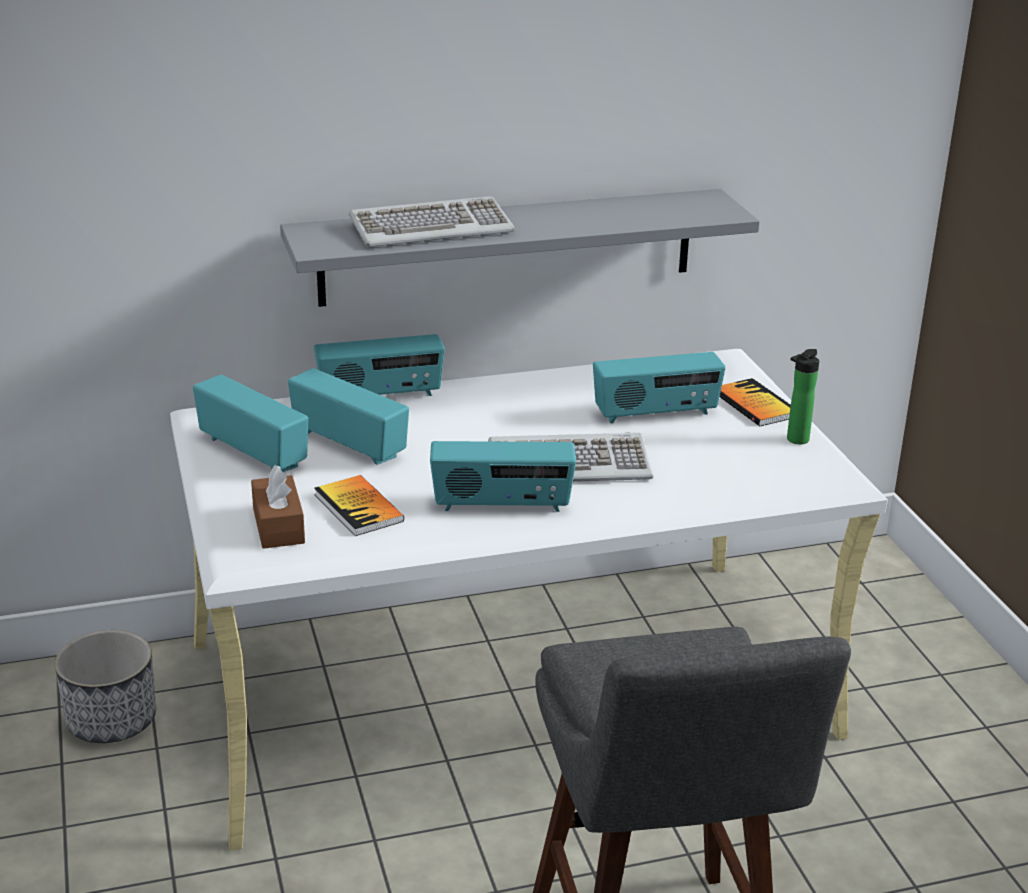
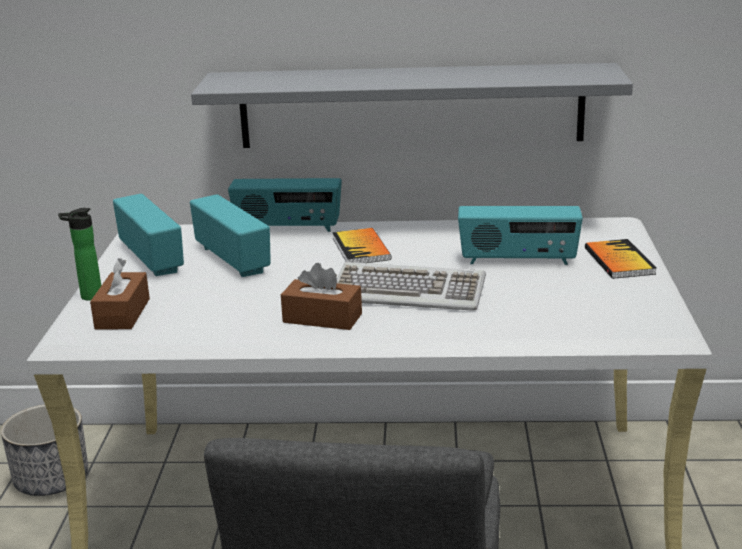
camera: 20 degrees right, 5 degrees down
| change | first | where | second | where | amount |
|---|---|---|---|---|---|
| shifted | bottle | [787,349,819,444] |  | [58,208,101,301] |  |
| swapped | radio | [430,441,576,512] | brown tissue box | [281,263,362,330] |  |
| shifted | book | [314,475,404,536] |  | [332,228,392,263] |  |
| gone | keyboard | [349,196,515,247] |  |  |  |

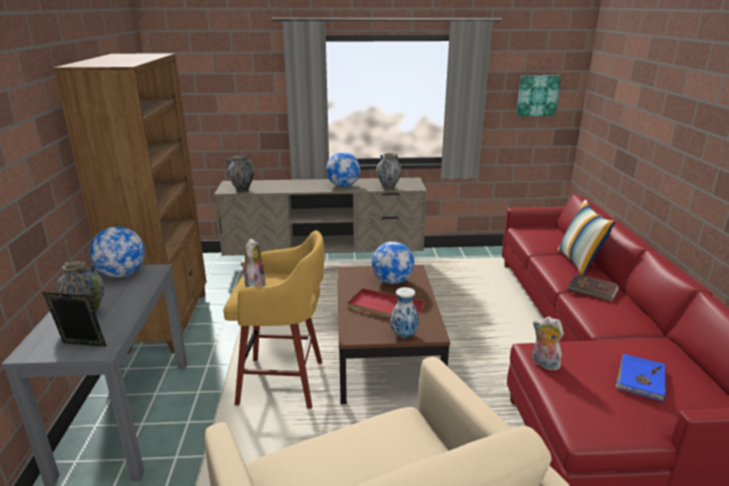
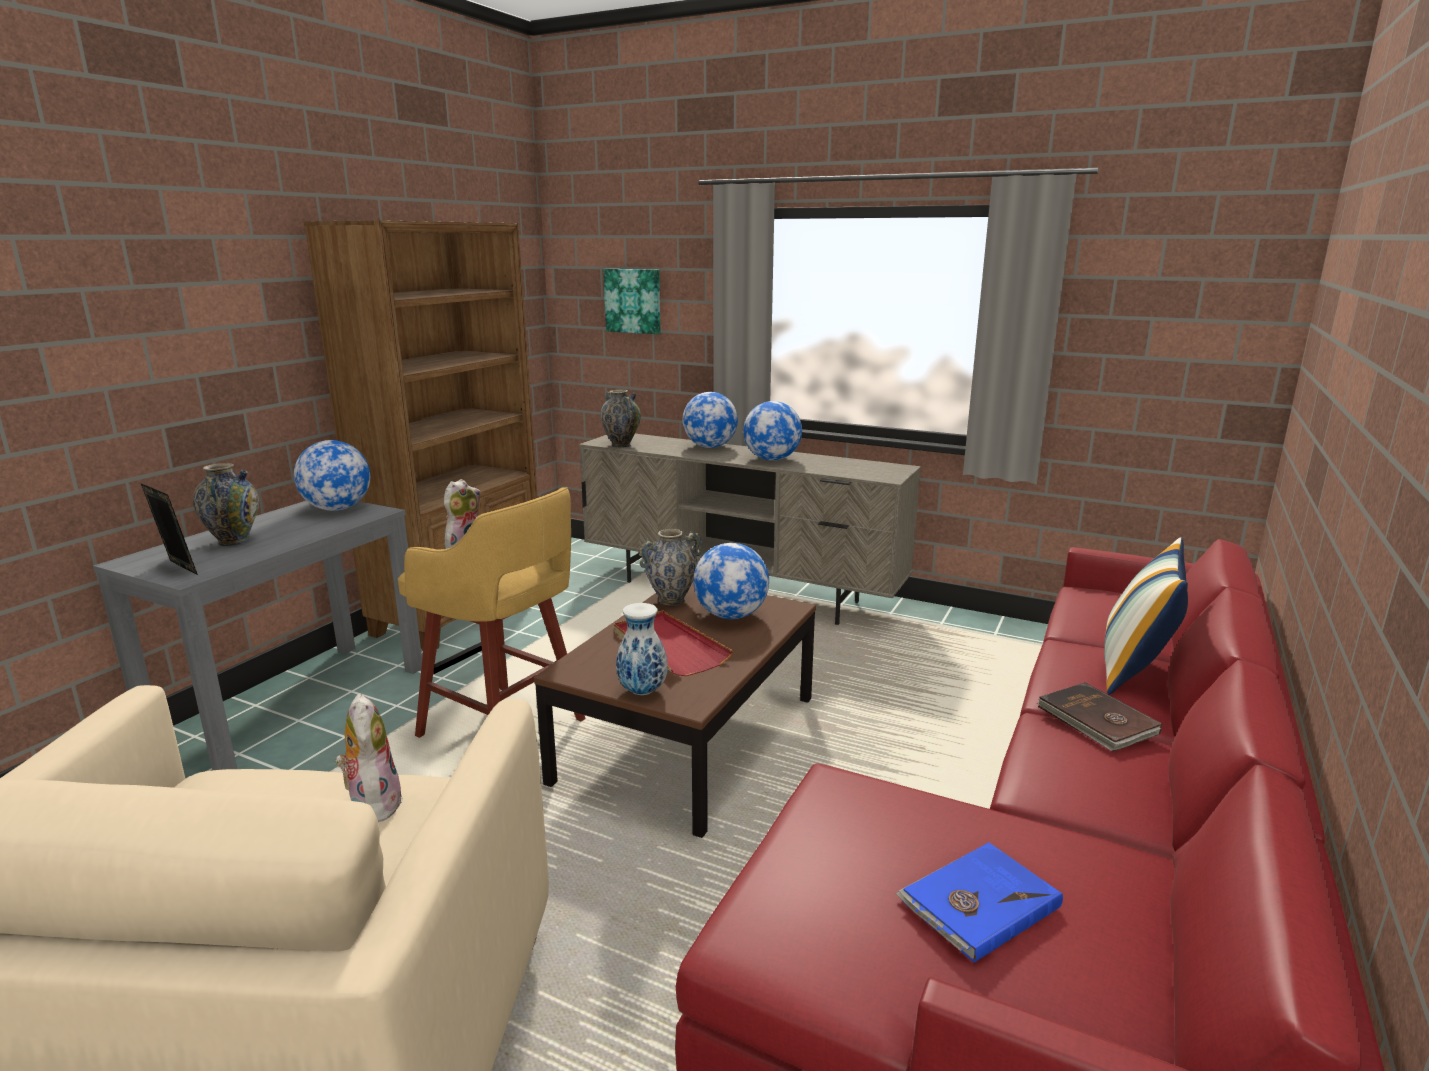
camera: 30 degrees right, 5 degrees down
| change | first | where | second | where | amount |
|---|---|---|---|---|---|
| shifted | plush toy | [533,317,564,371] |  | [335,693,403,822] |  |
| shifted | picture | [516,76,561,116] |  | [603,269,661,334] |  |
| shifted | vase | [376,153,402,190] |  | [639,529,703,606] |  |
| new |  |  | globe | [682,392,738,448] |  |

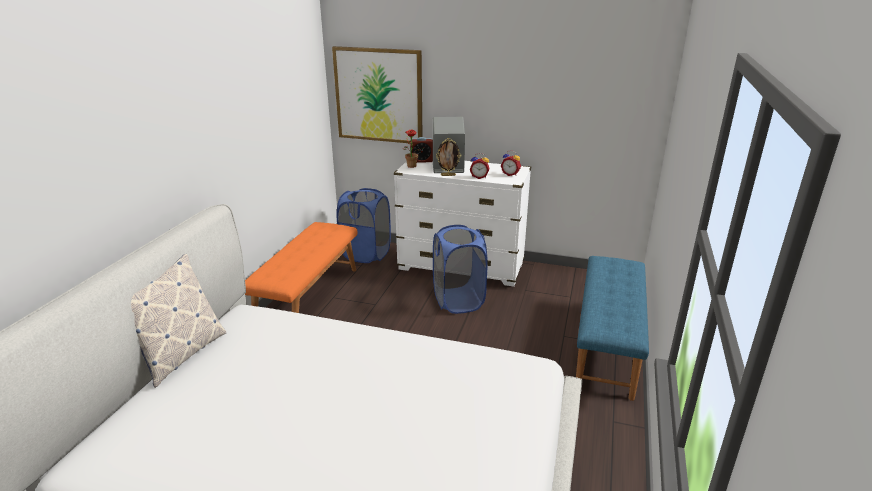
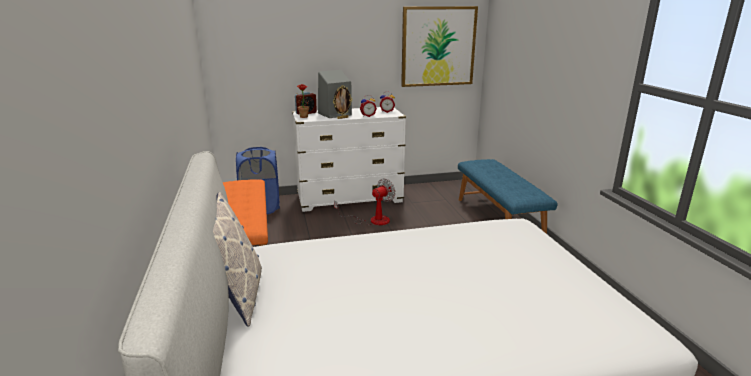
camera: 30 degrees left, 5 degrees down
| change | first | where | second | where | amount |
|---|---|---|---|---|---|
| swapped | blue laundry basket | [433,225,488,314] | fan | [334,179,395,225] |  |
| shifted | picture | [332,46,422,143] |  | [401,6,478,87] |  |

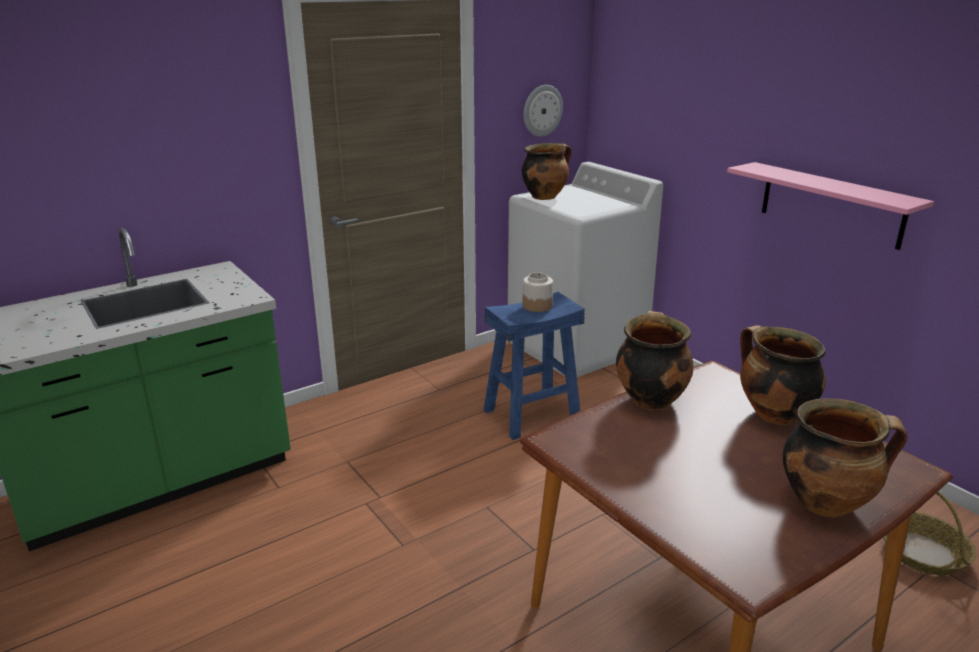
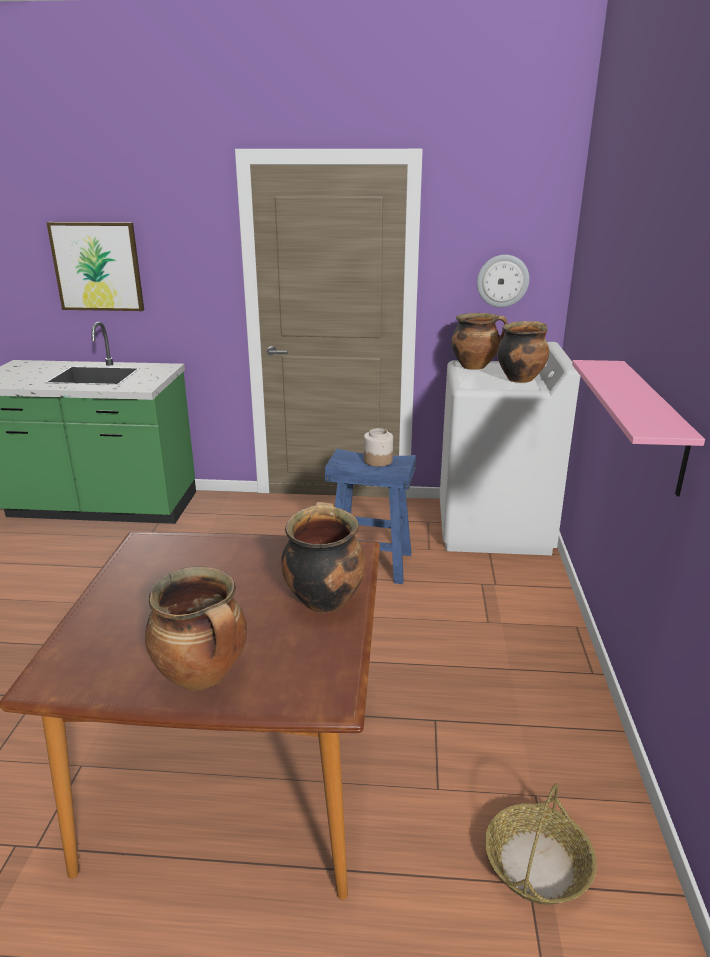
camera: 40 degrees right, 0 degrees up
| change | first | where | second | where | amount |
|---|---|---|---|---|---|
| new |  |  | picture | [46,222,144,311] |  |
| shifted | cooking pot | [616,311,693,410] |  | [497,321,549,383] |  |

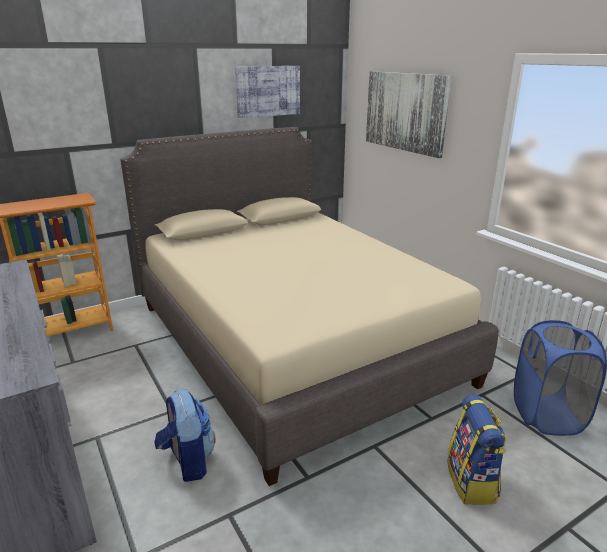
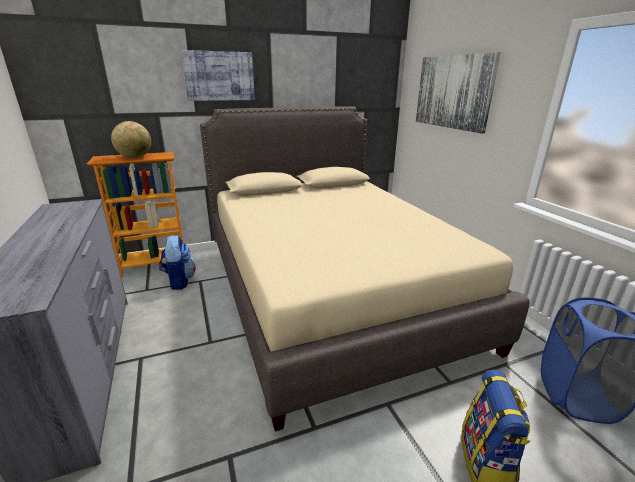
camera: 10 degrees right, 0 degrees up
| change | first | where | second | where | amount |
|---|---|---|---|---|---|
| new |  |  | globe | [111,121,151,158] |  |
| shifted | backpack | [154,389,216,482] |  | [159,235,196,290] |  |
| shifted | picture | [235,66,300,118] |  | [181,50,255,101] |  |

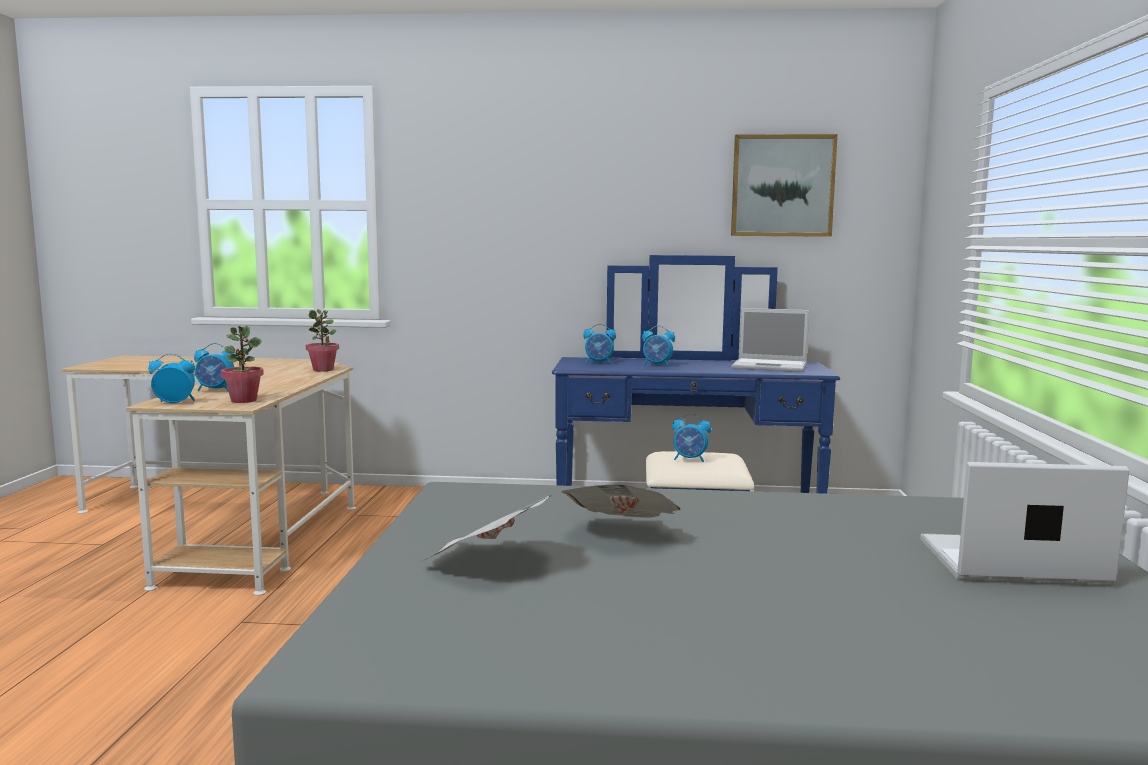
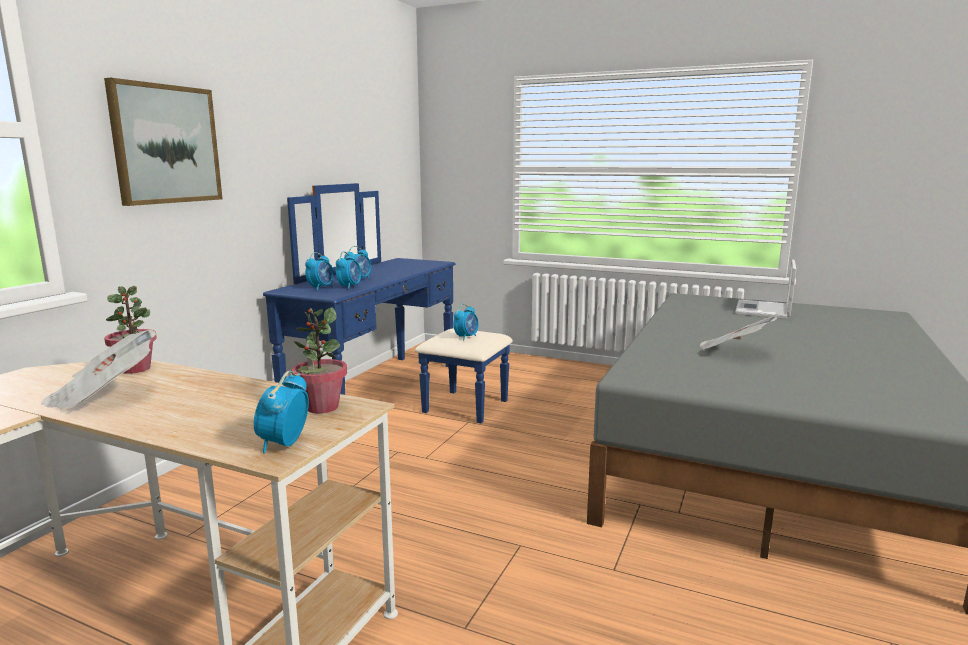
camera: 70 degrees left, 5 degrees up
| change | first | where | second | where | amount |
|---|---|---|---|---|---|
| shifted | newspaper | [420,495,552,562] |  | [41,330,157,410] |  |
| shifted | picture | [731,134,838,237] |  | [104,78,223,206] |  |
| shifted | alarm clock | [194,343,234,392] |  | [336,251,361,290] |  |
| gone | laptop | [731,308,809,372] |  |  |  |

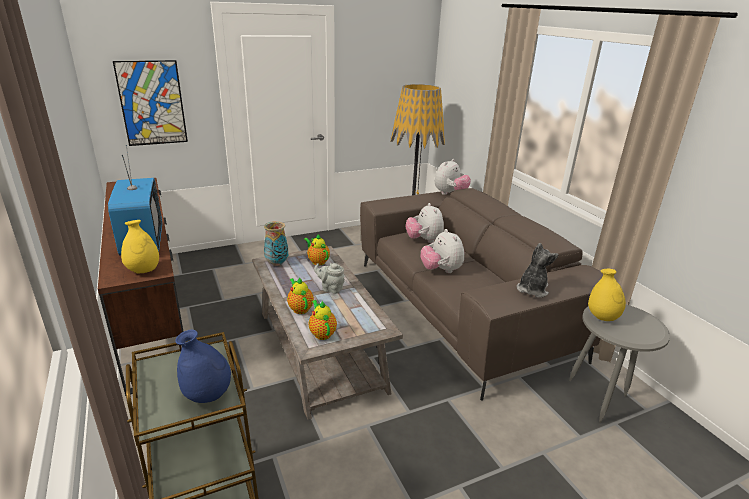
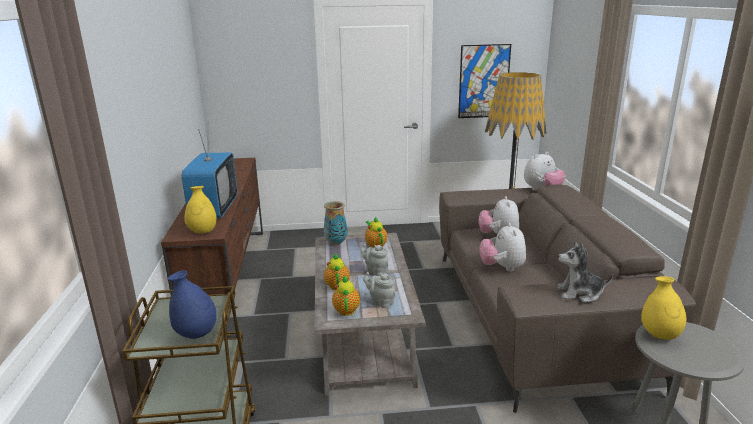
camera: 20 degrees right, 5 degrees down
| change | first | where | second | where | amount |
|---|---|---|---|---|---|
| new |  |  | grey teapot | [363,272,395,308] |  |
| shifted | picture | [113,60,188,146] |  | [458,44,511,118] |  |
| rotated | plush toy | [517,243,559,298] |  | [557,242,613,302] | 135 degrees counterclockwise |

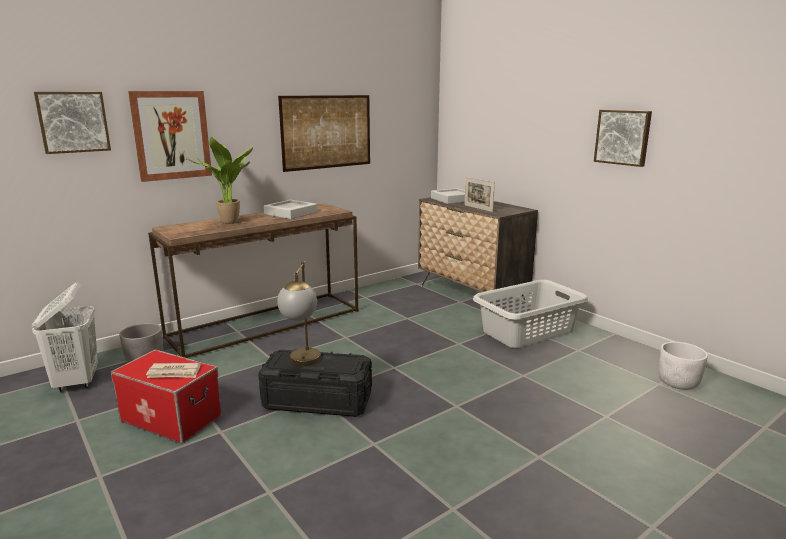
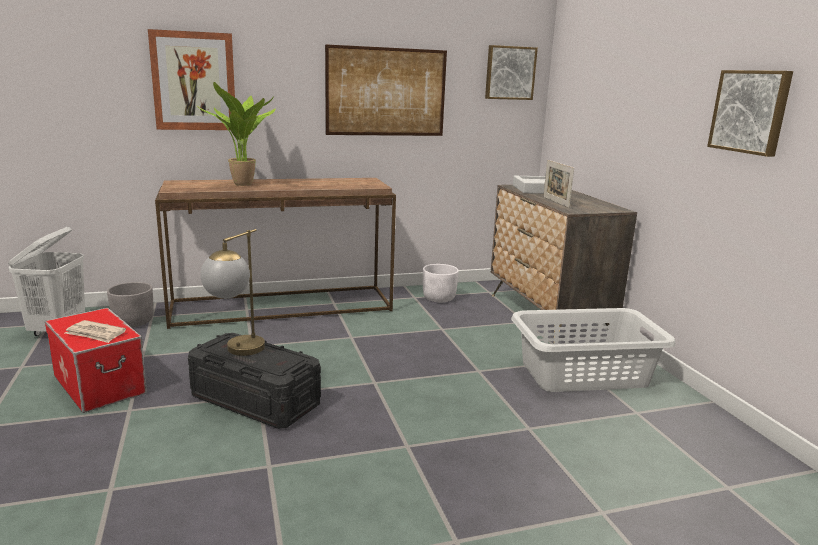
camera: 20 degrees right, 0 degrees up
| change | first | where | second | where | amount |
|---|---|---|---|---|---|
| shifted | white planter | [659,342,708,390] |  | [423,264,459,302] |  |
| shifted | picture | [34,92,111,154] |  | [485,45,538,100] |  |
| gone | grey tray | [264,200,317,219] |  |  |  |

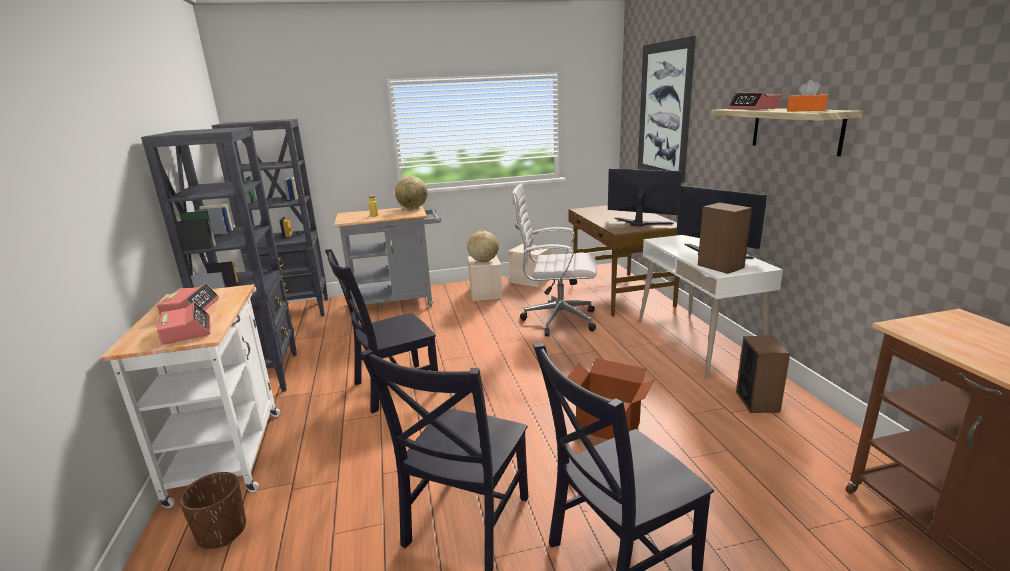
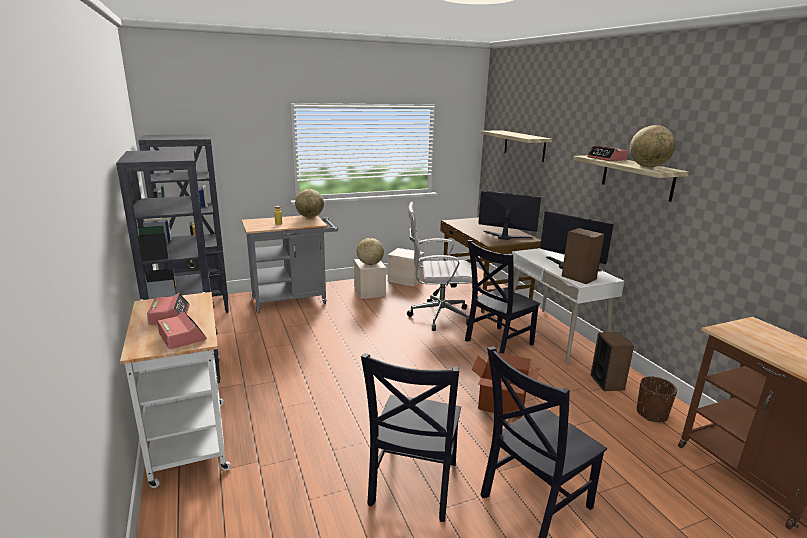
camera: 10 degrees left, 0 degrees up
| change | first | where | second | where | amount |
|---|---|---|---|---|---|
| shifted | black chair | [325,249,438,414] |  | [465,240,540,354] |  |
| swapped | picture | [638,36,696,183] | shelf | [481,130,552,162] |  |
| swapped | orange tissue box | [787,80,828,112] | globe | [630,125,676,167] |  |
| shifted | brown planter | [179,472,246,549] |  | [637,376,677,422] |  |

